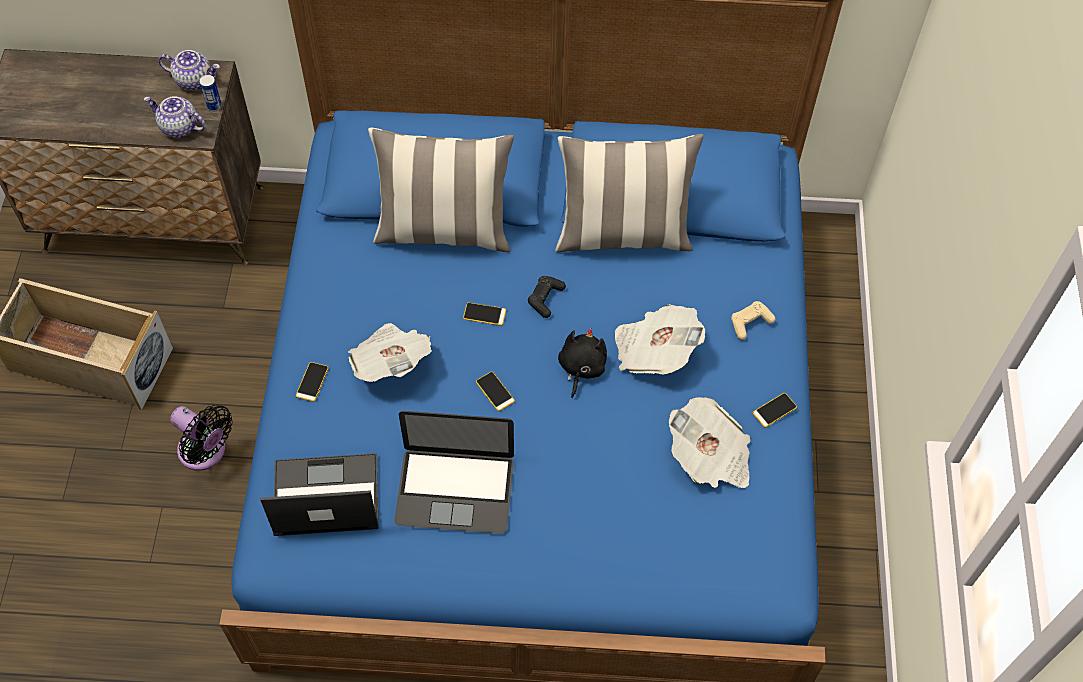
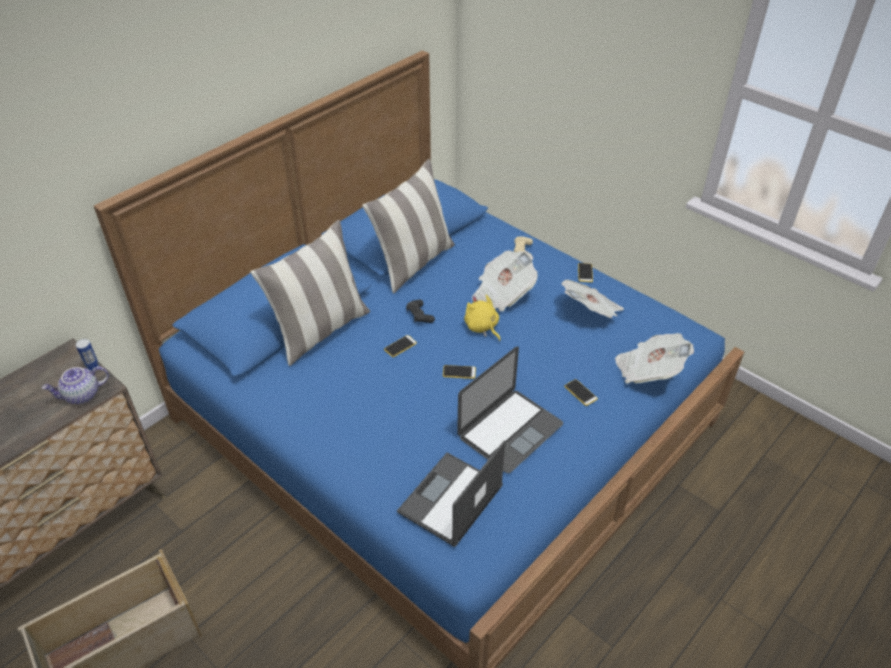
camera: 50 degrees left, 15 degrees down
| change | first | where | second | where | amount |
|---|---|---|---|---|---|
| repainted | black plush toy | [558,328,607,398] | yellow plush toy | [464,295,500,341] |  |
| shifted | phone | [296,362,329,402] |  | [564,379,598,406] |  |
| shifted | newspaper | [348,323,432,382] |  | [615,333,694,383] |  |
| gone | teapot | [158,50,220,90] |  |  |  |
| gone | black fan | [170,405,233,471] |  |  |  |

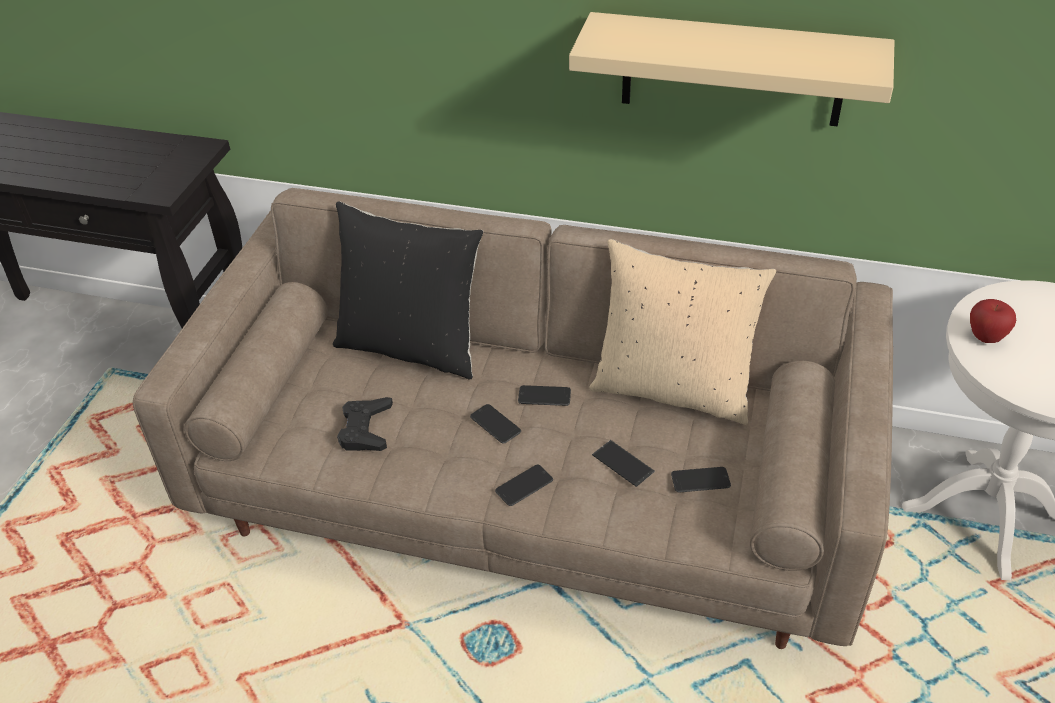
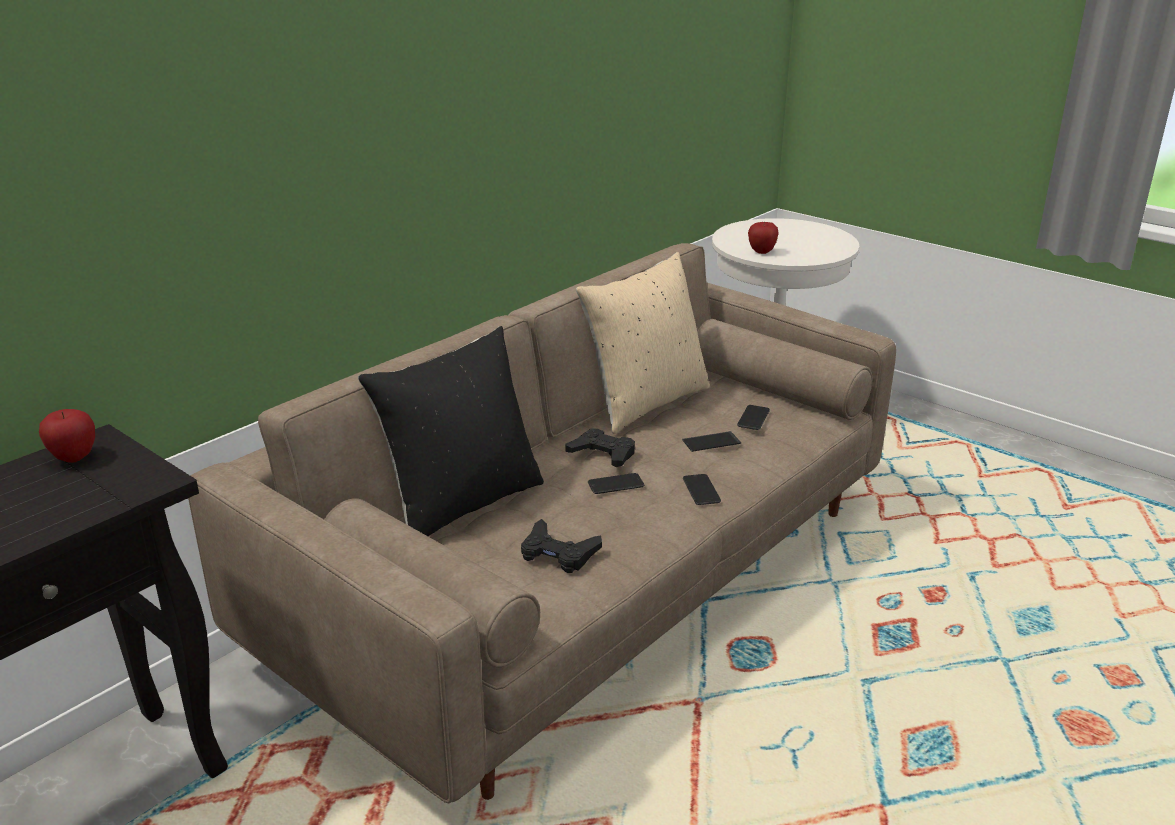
camera: 65 degrees left, 15 degrees down
| change | first | where | second | where | amount |
|---|---|---|---|---|---|
| new |  |  | apple | [39,409,95,463] |  |
| swapped | phone | [518,385,571,406] | black game controller | [566,428,635,467] |  |
| gone | beige shelf | [569,12,894,127] |  |  |  |

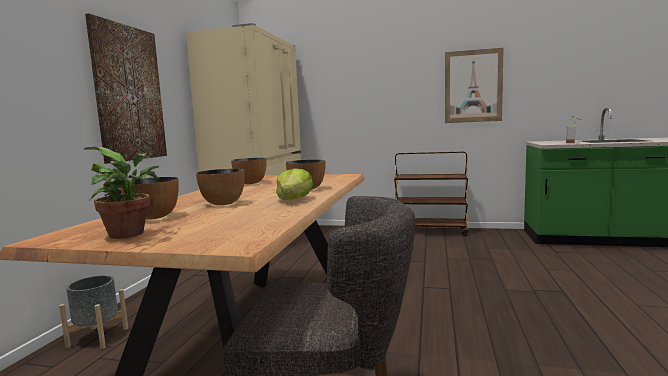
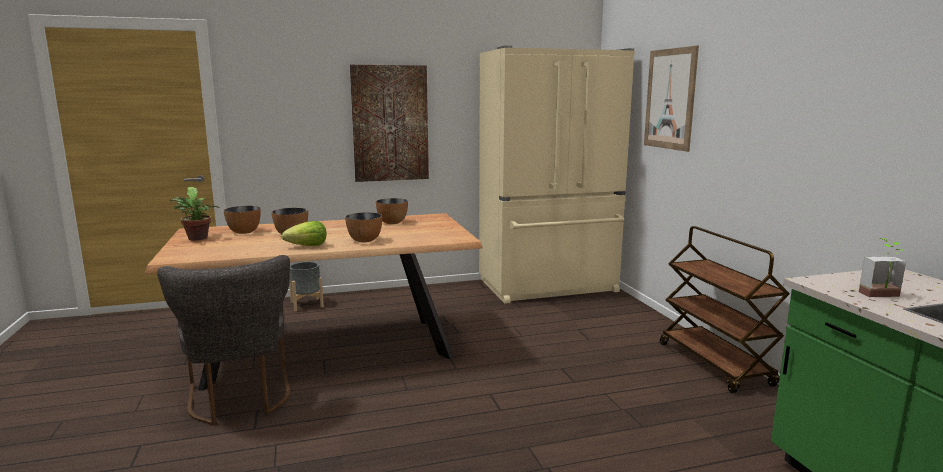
camera: 60 degrees right, 5 degrees up
| change | first | where | second | where | amount |
|---|---|---|---|---|---|
| shifted | picture | [445,48,504,123] |  | [644,46,699,152] |  |

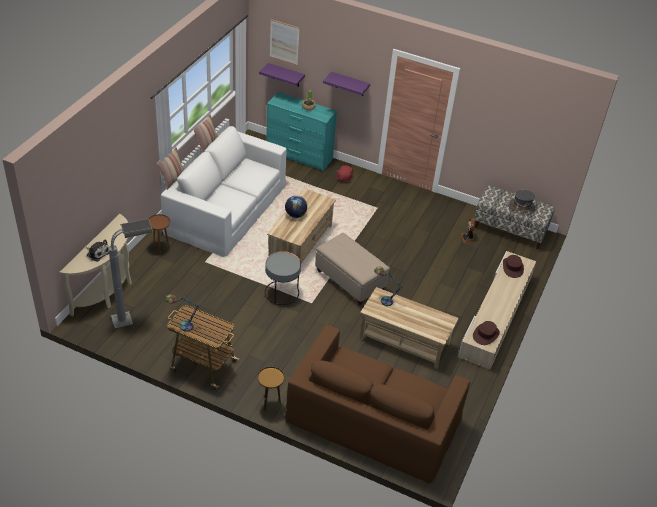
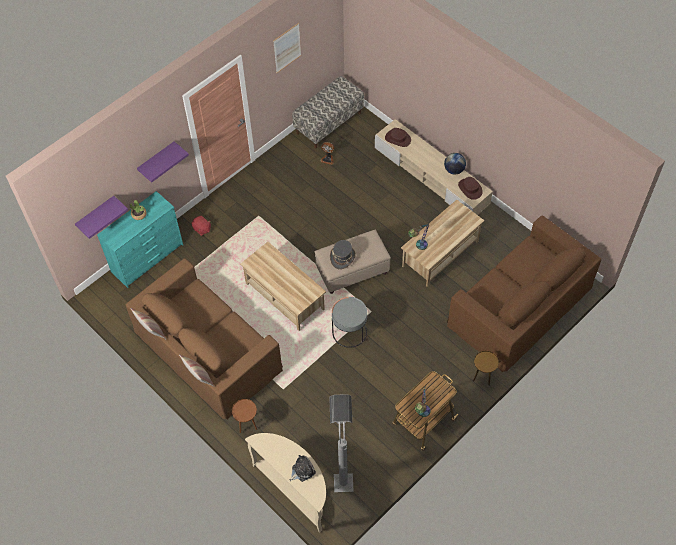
camera: 65 degrees left, 15 degrees up
| change | first | where | second | where | amount |
|---|---|---|---|---|---|
| repainted | white sofa | [161,126,287,257] | brown sofa | [126,258,283,420] |  |
| shifted | picture | [270,19,300,65] |  | [273,23,301,73] |  |
| shifted | grey hat | [508,190,535,212] |  | [330,240,356,270] |  |
| shifted | globe | [285,195,307,218] |  | [444,153,466,174] |  |

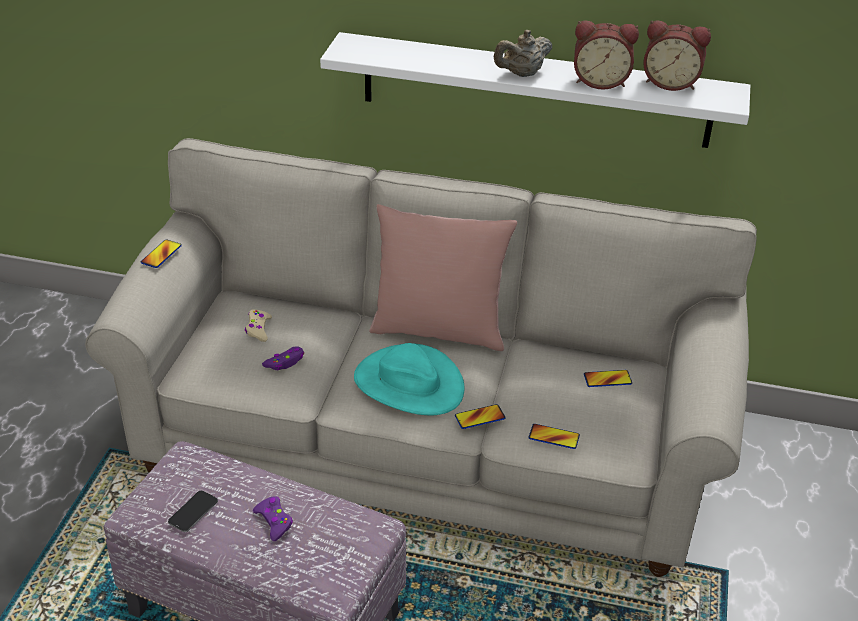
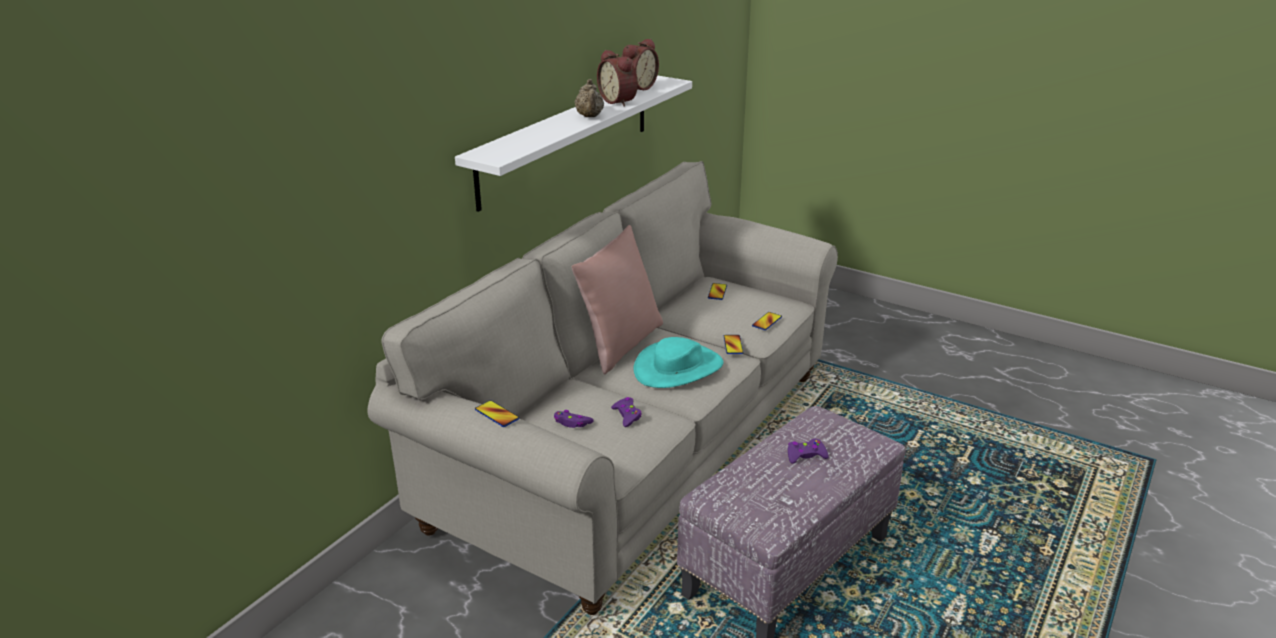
camera: 70 degrees left, 10 degrees down
| change | first | where | second | where | amount |
|---|---|---|---|---|---|
| repainted | beige game controller | [245,309,272,342] | purple game controller | [554,410,594,428] |  |
| rotated | alarm clock | [574,21,639,90] |  | [597,50,638,107] | 120 degrees clockwise |
| gone | phone | [168,491,218,532] |  |  |  |

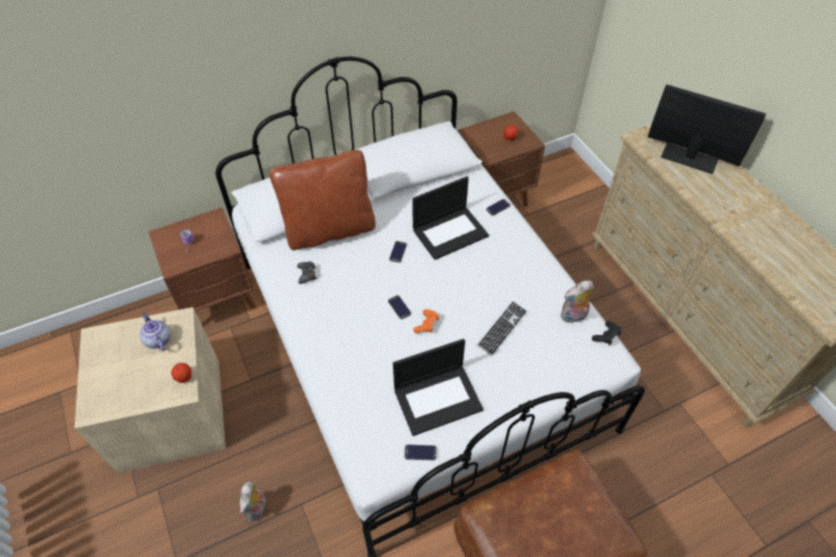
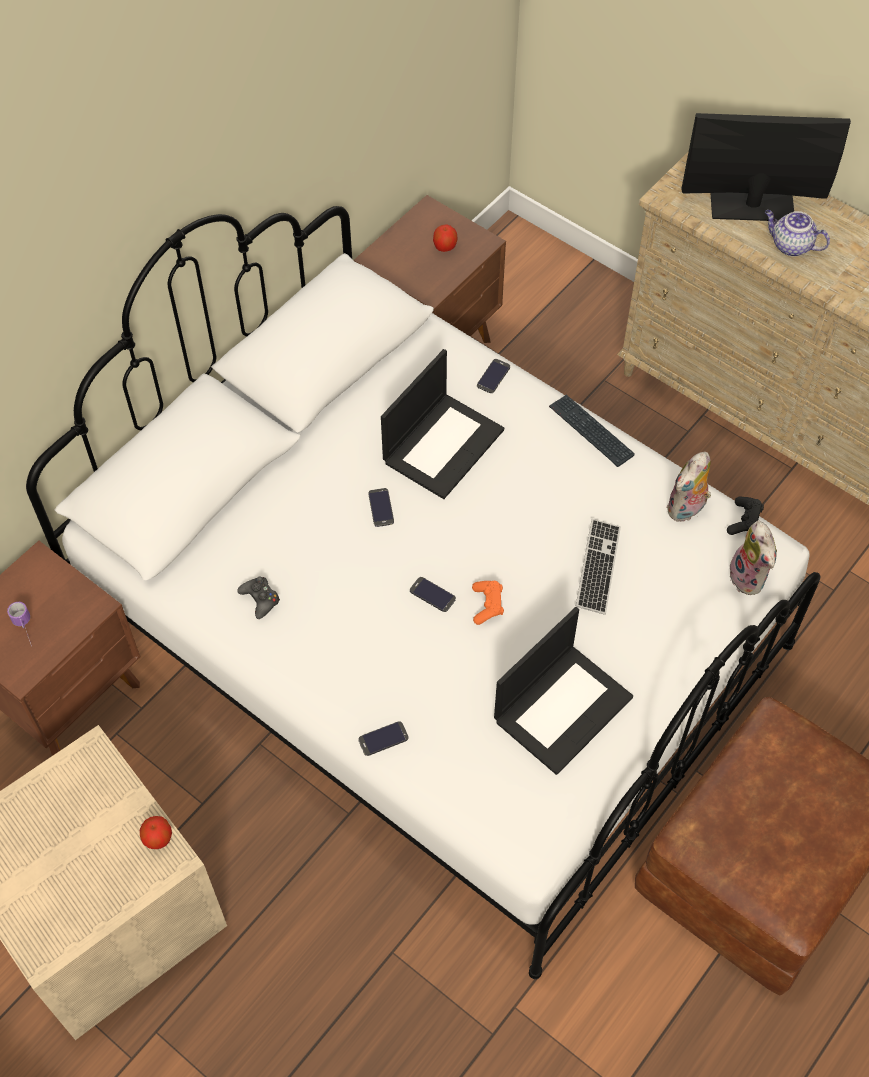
camera: 25 degrees left, 5 degrees up
| change | first | where | second | where | amount |
|---|---|---|---|---|---|
| shifted | phone | [404,445,437,460] |  | [358,721,408,756] |  |
| new |  |  | keyboard | [549,395,635,467] |  |
| shifted | plush toy | [239,482,266,521] |  | [729,520,777,595] |  |
| shifted | teapot | [140,313,171,351] |  | [765,210,830,257] |  |
| gone | brown pillow | [269,150,376,250] |  |  |  |

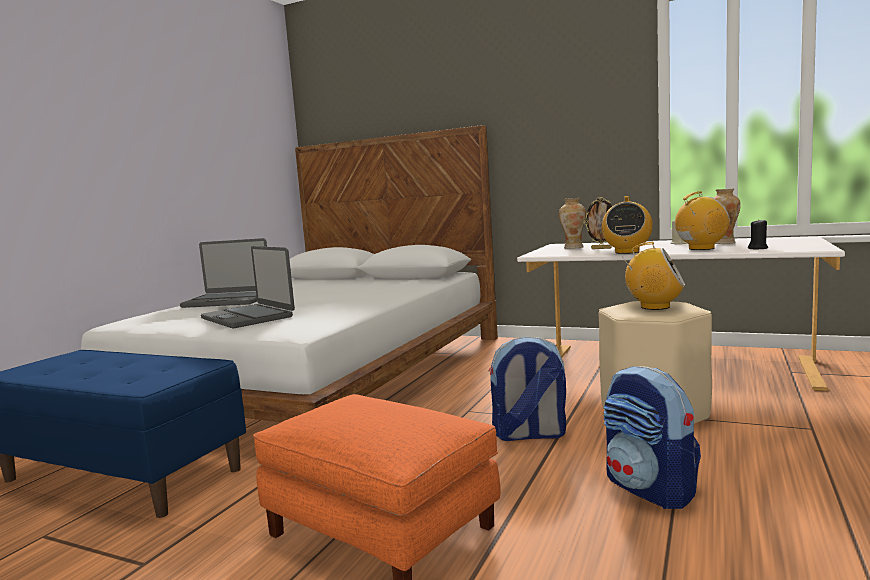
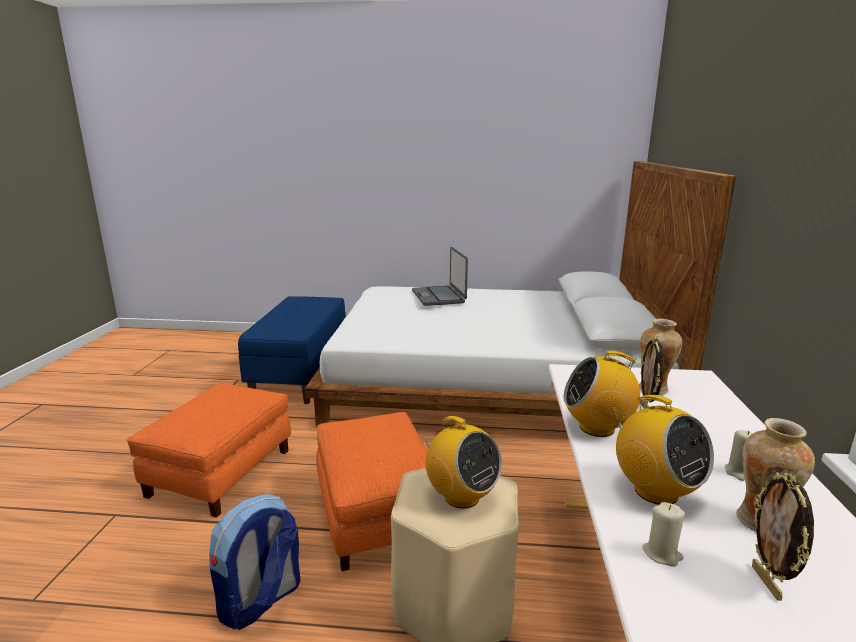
camera: 70 degrees right, 10 degrees up
| change | first | where | second | where | amount |
|---|---|---|---|---|---|
| swapped | backpack | [489,337,566,441] | orange ottoman | [316,412,427,571] |  |
| rotated | radio | [622,242,685,310] |  | [421,416,502,508] | 45 degrees counterclockwise |
| repainted | black candle | [748,219,768,249] | beige candle | [643,502,685,567] |  |
| new |  |  | picture frame | [752,472,814,601] |  |
| gone | laptop | [201,246,295,328] |  |  |  |

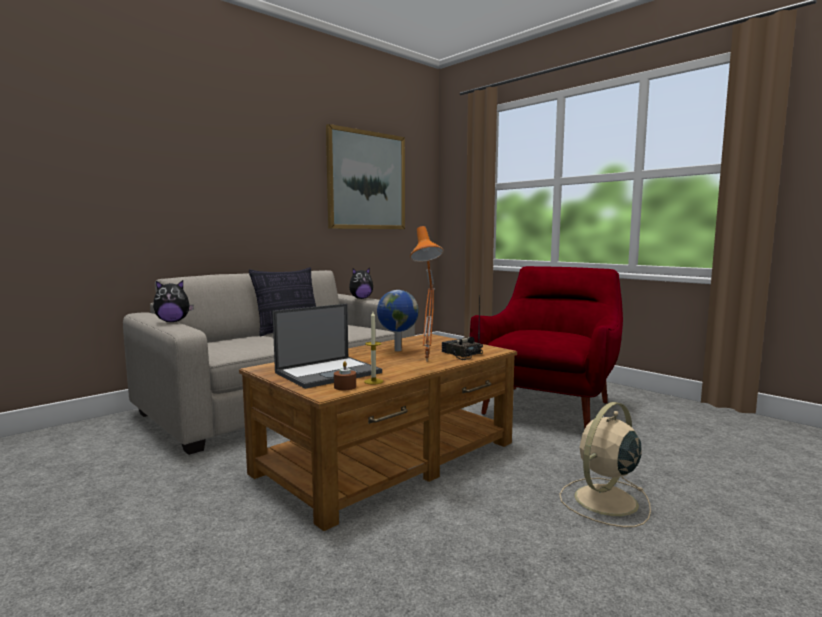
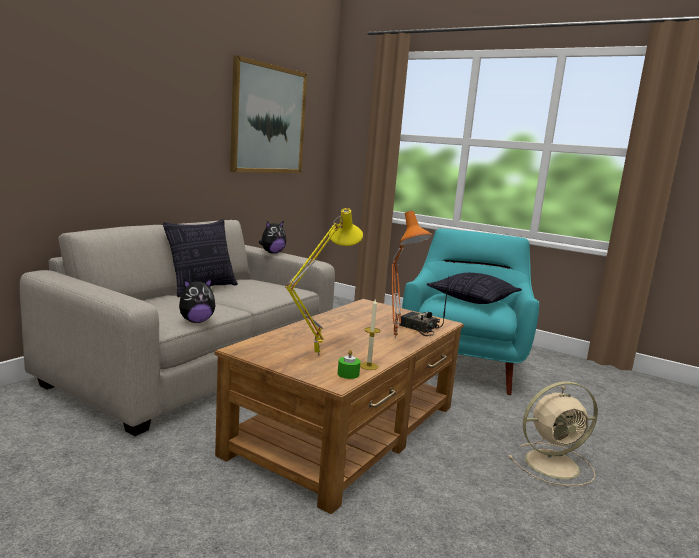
camera: 15 degrees left, 5 degrees up
| change | first | where | second | where | amount |
|---|---|---|---|---|---|
| shifted | plush toy | [153,280,194,322] |  | [179,279,215,323] |  |
| swapped | laptop | [272,304,382,389] | yellow table lamp | [285,208,363,356] |  |
| repainted | brown candle | [334,361,356,390] | green candle | [338,349,360,379] |  |
| repainted | red armchair | [470,266,623,429] | turquoise armchair | [402,228,539,395] |  |
| new |  |  | pillow | [427,273,522,304] |  |
| rotated | beige fan | [559,402,651,527] |  | [508,381,598,486] | 135 degrees counterclockwise |
| gone | globe | [377,290,419,351] |  |  |  |

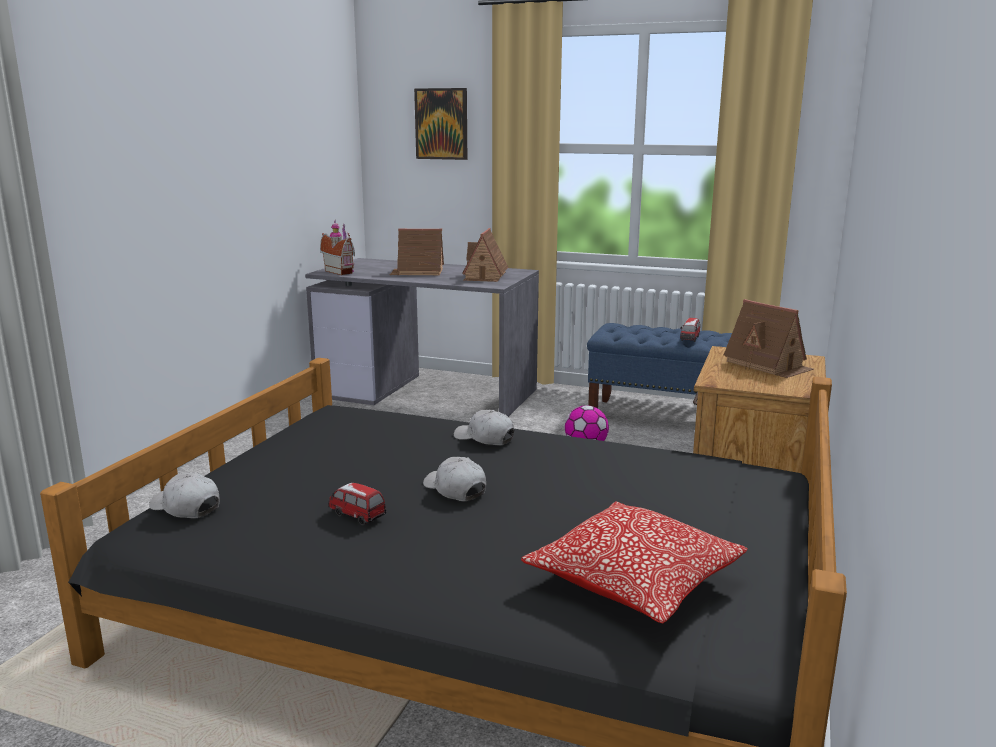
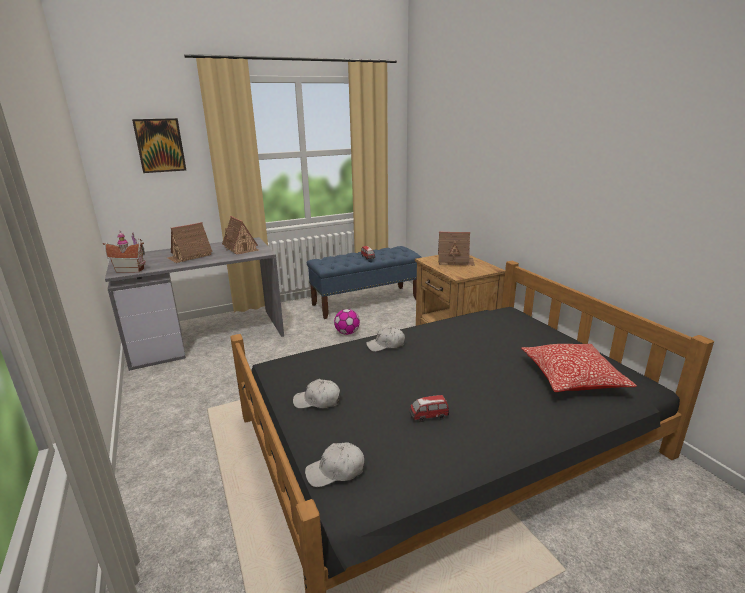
camera: 45 degrees left, 5 degrees up
| change | first | where | second | where | amount |
|---|---|---|---|---|---|
| shifted | white cap | [423,457,486,501] |  | [293,379,340,408] |  |

